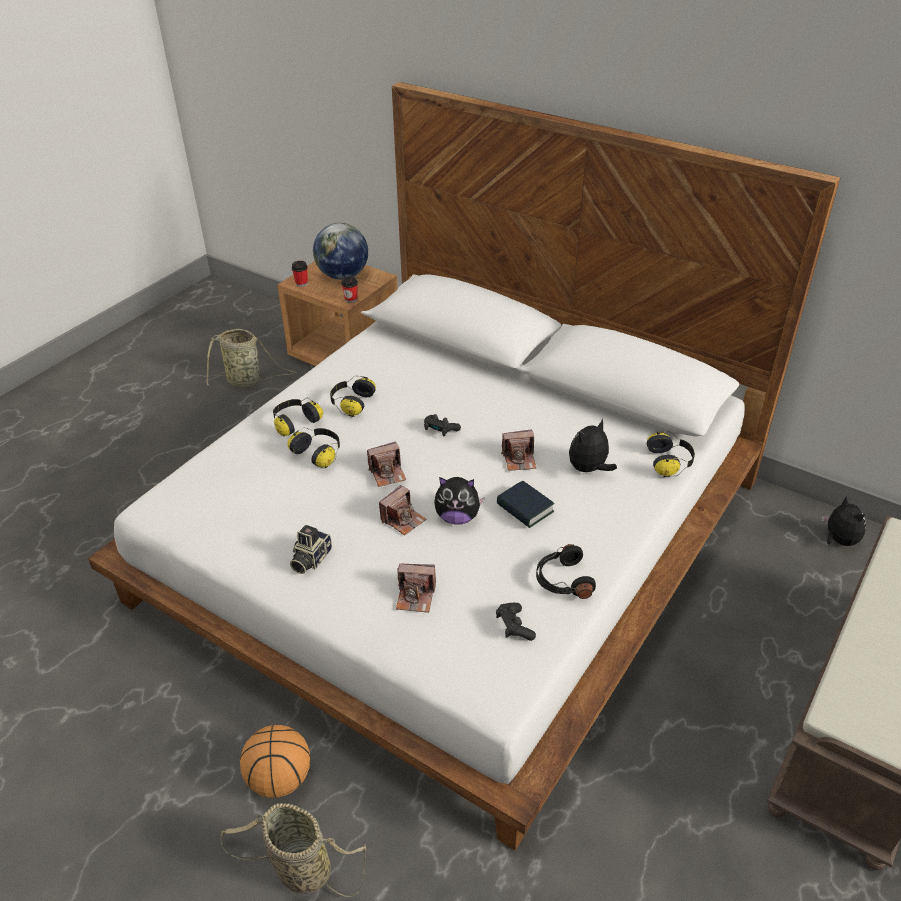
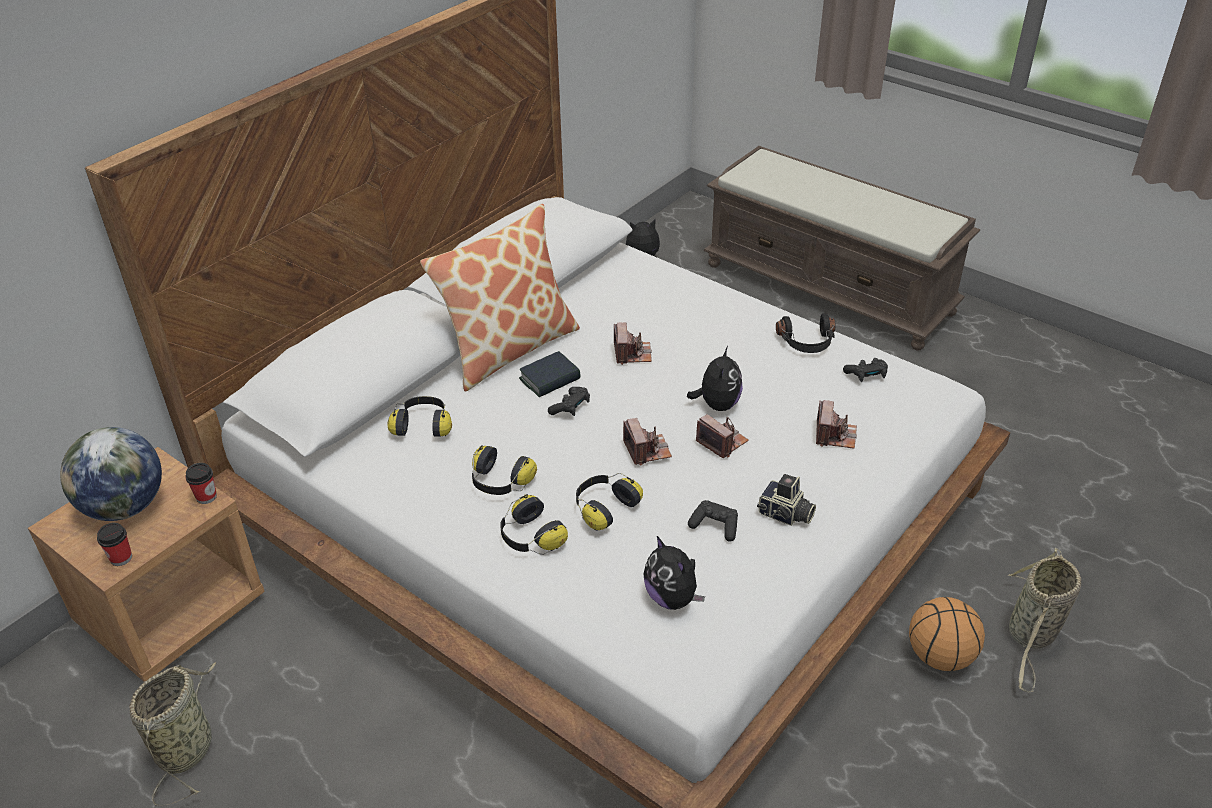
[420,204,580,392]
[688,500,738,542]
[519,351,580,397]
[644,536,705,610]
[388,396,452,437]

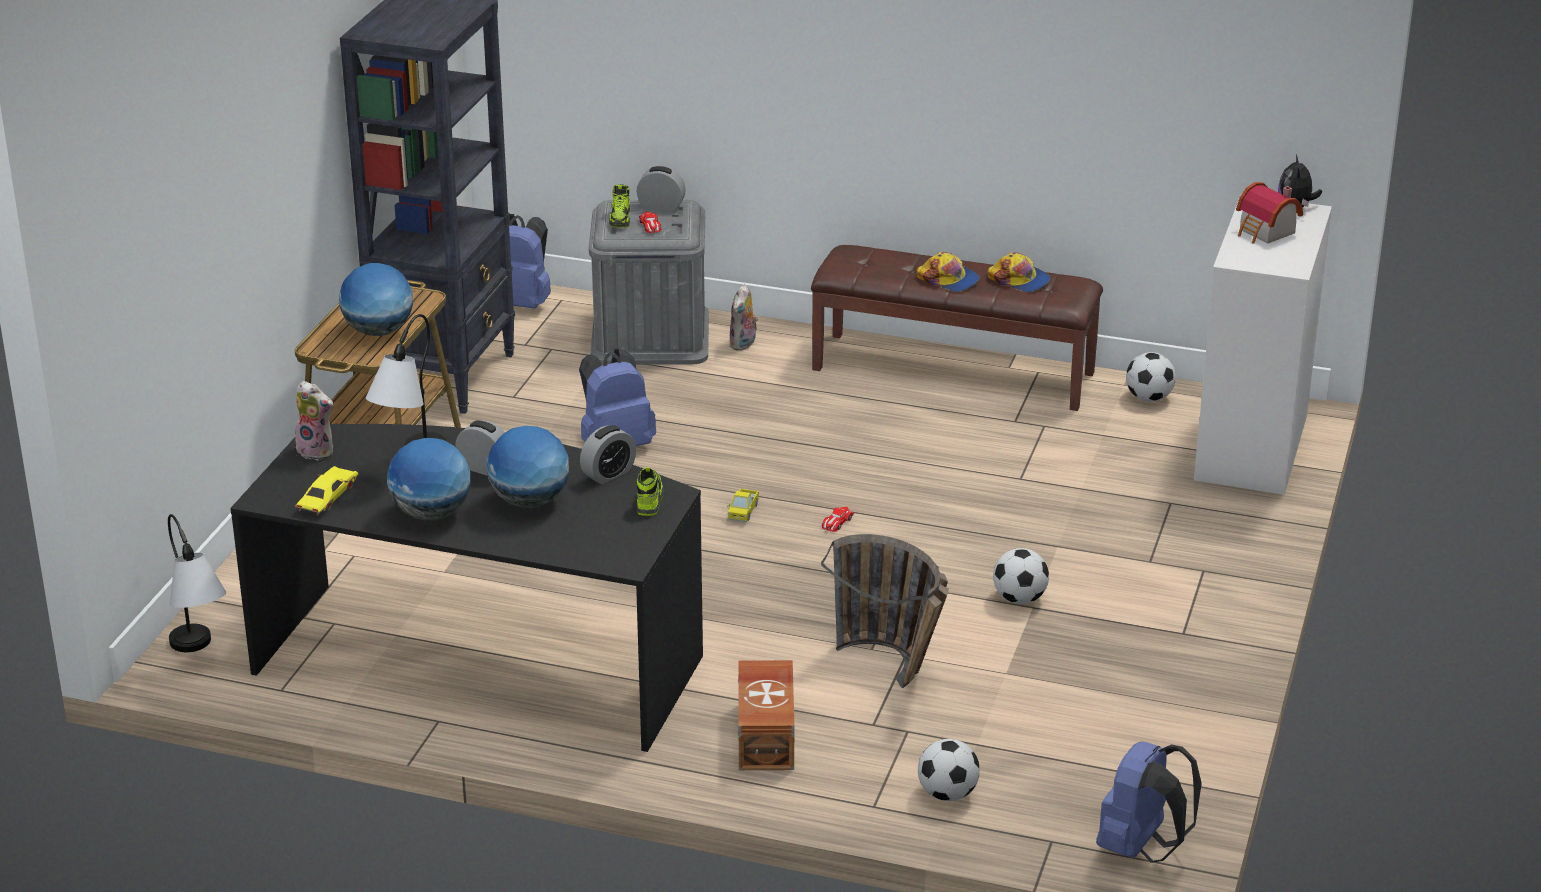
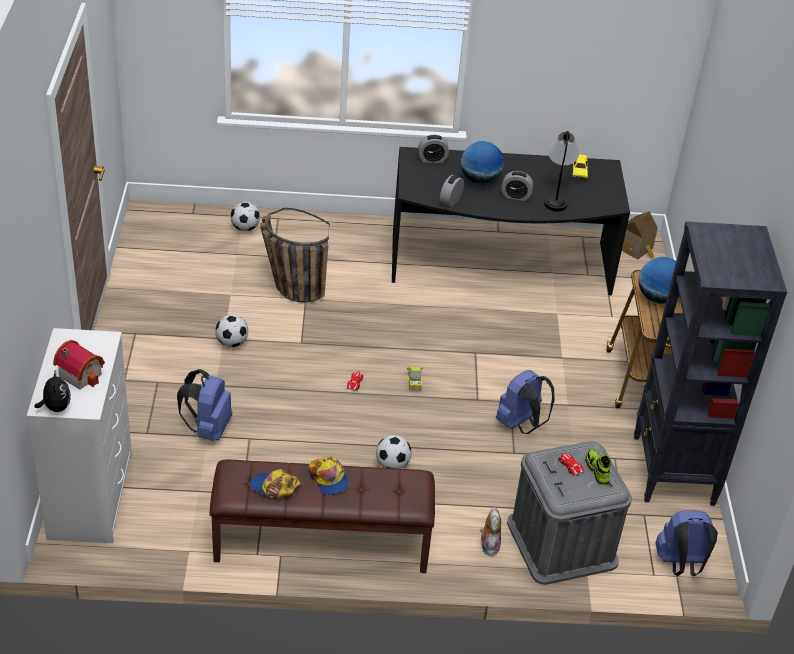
[295,381,334,461] (first image)
[387,438,471,520] (first image)
[637,467,664,516] (first image)
[738,660,795,770] (first image)
[418,135,449,163]
[177,369,232,441]
[376,435,412,469]
[622,211,658,259]
[308,456,349,495]

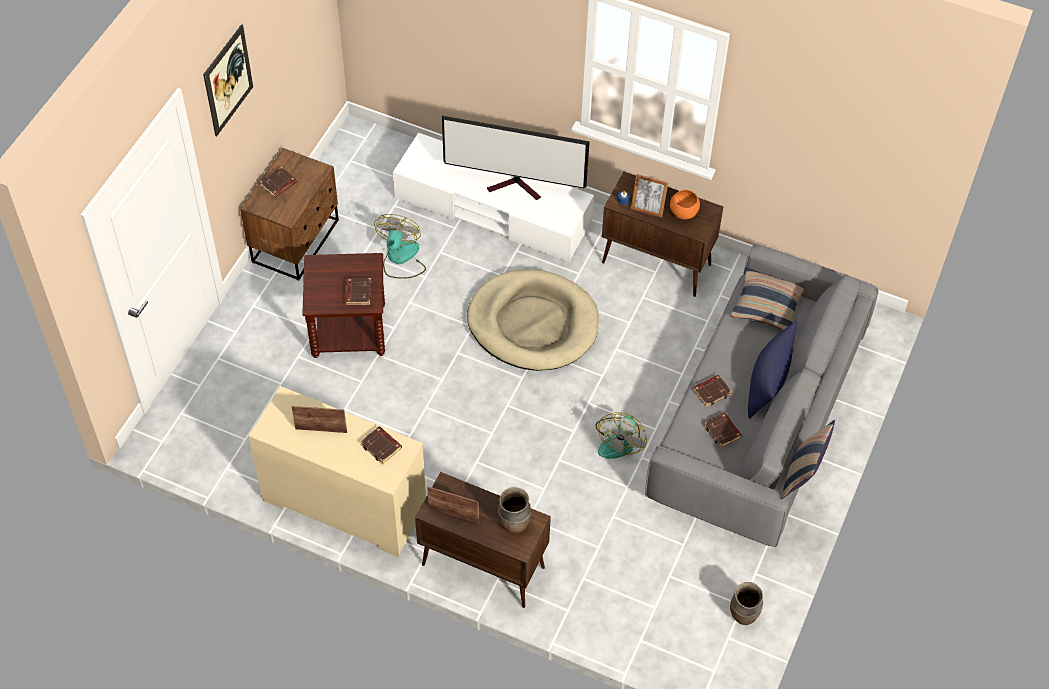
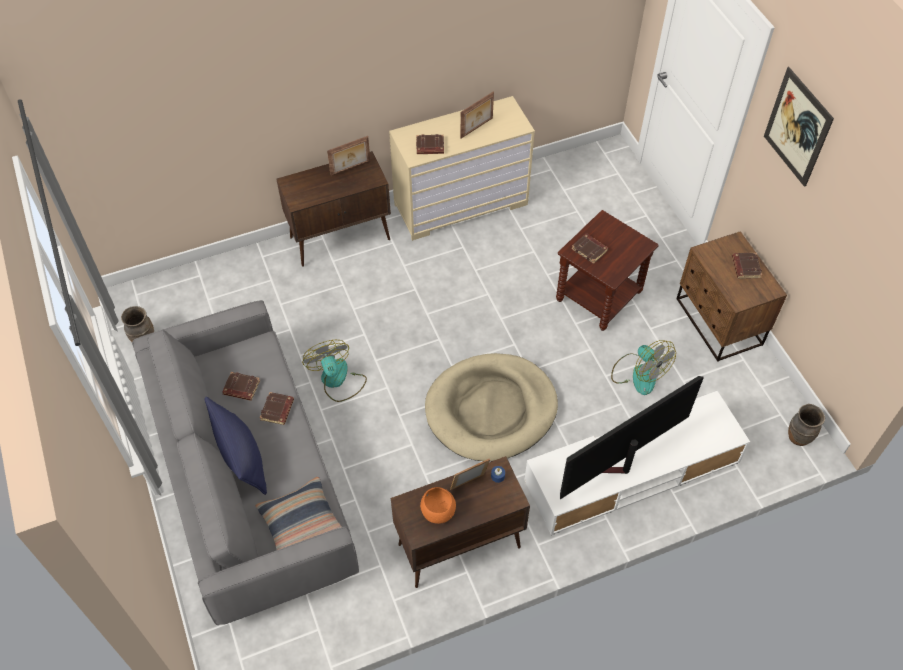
[781,420,835,499] (first image)
[788,404,825,446]

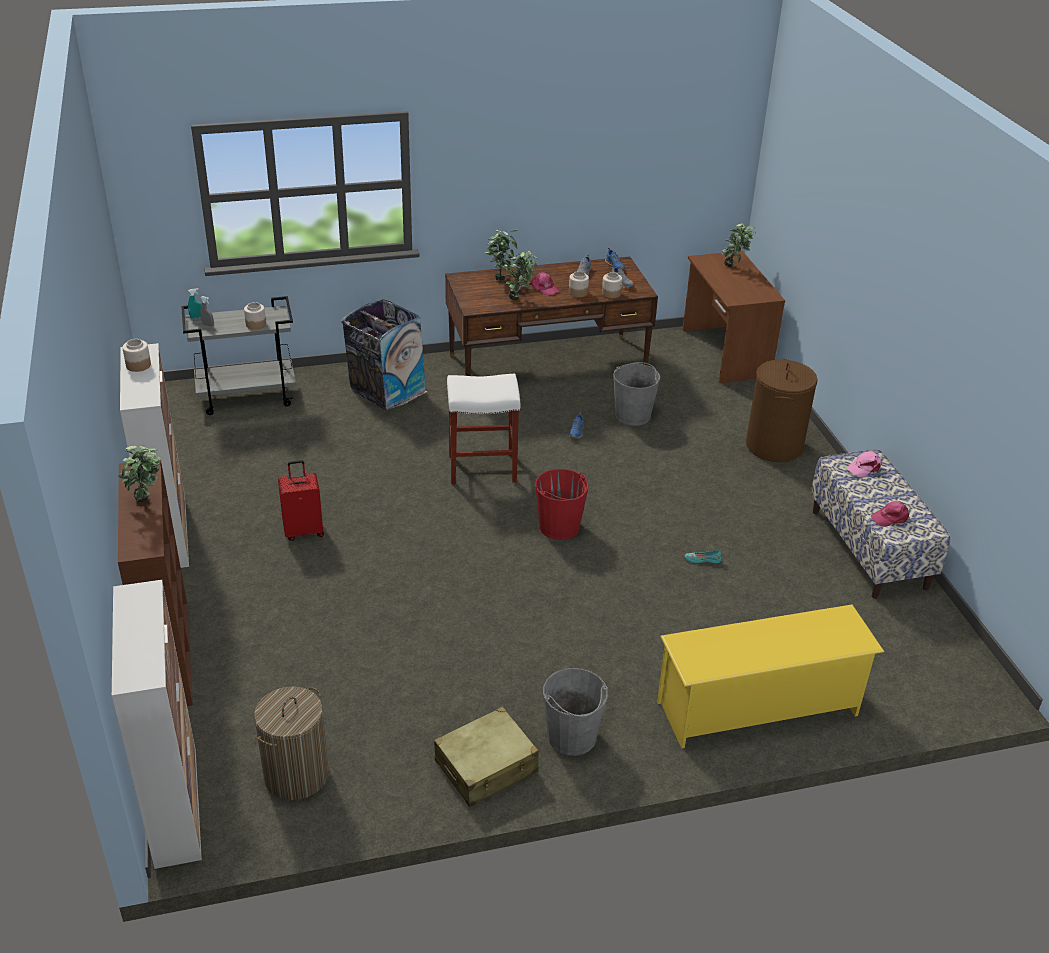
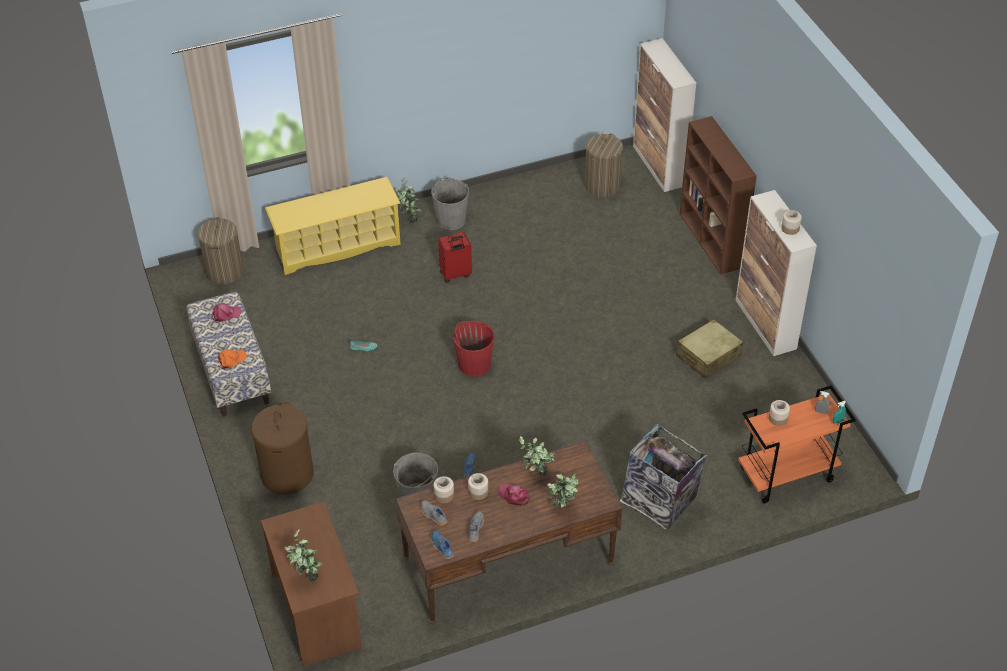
[447,374,520,484] (first image)
[198,217,244,284]
[395,179,422,223]
[438,232,472,283]
[676,319,743,379]
[738,385,856,503]
[218,349,247,370]

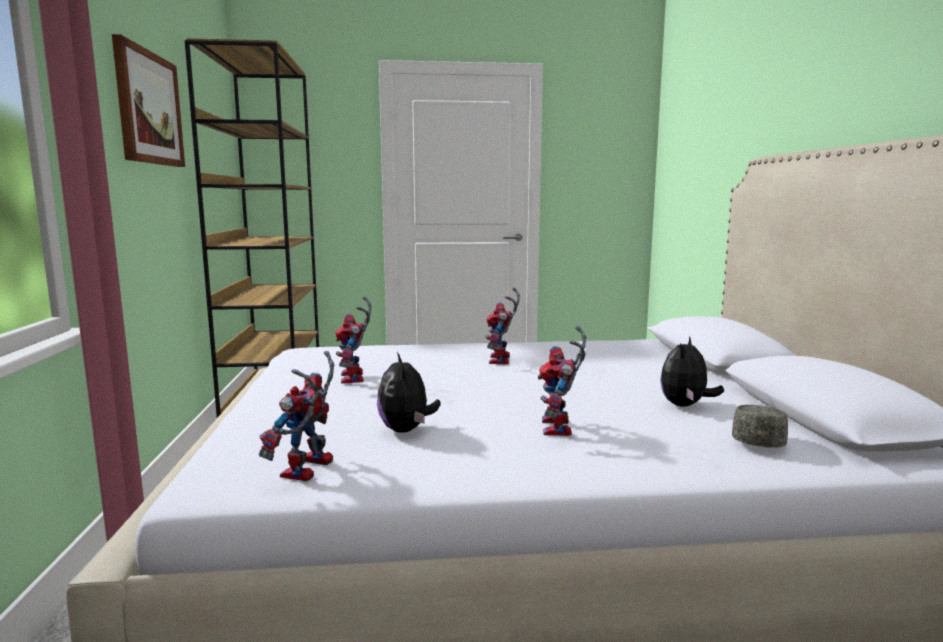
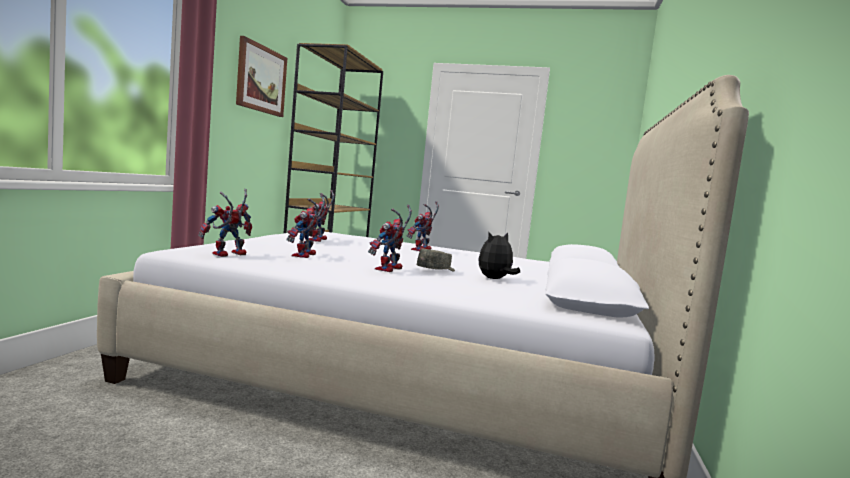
[417,248,455,271]
[286,195,325,258]

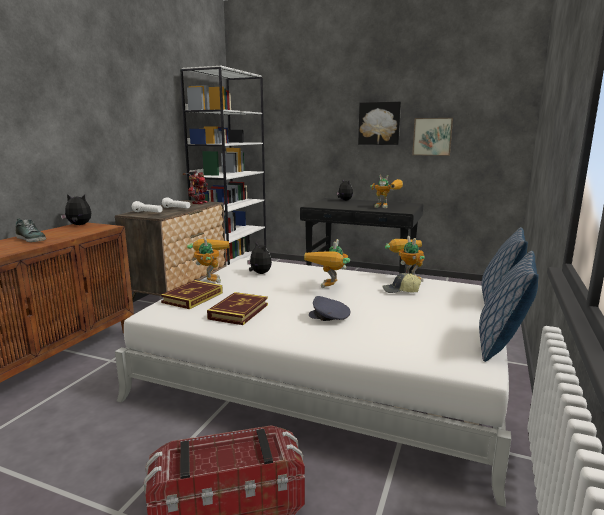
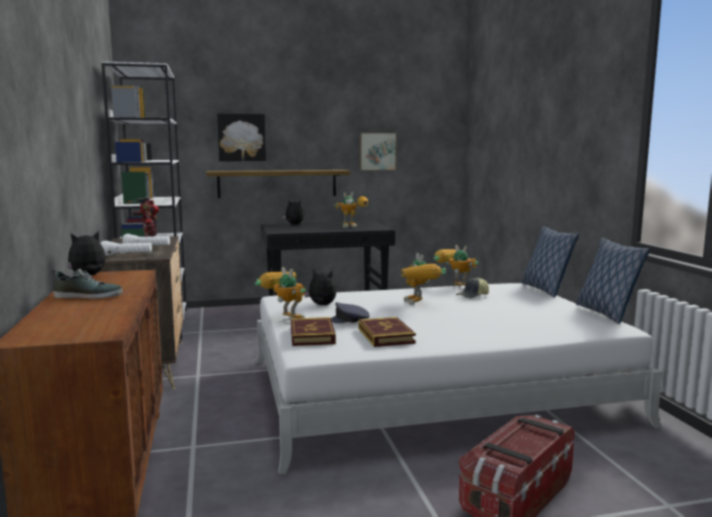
[206,170,350,198]
[331,302,370,323]
[217,113,266,161]

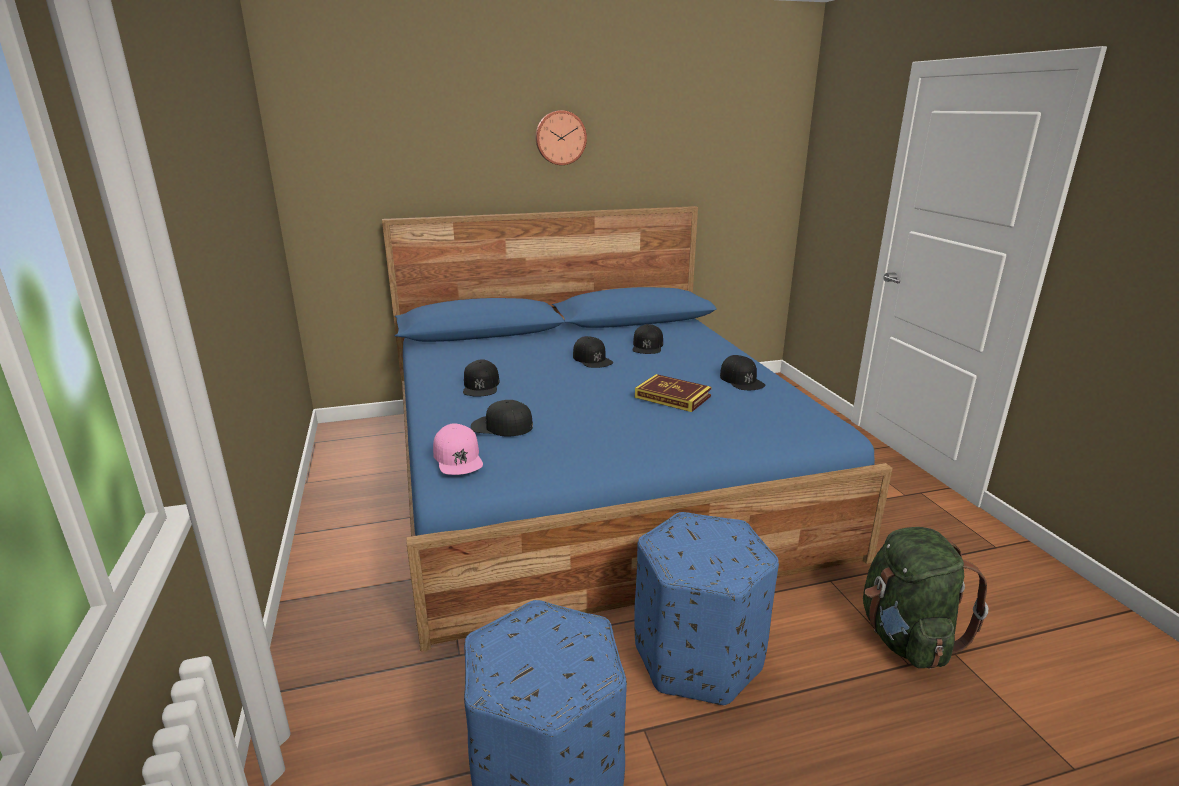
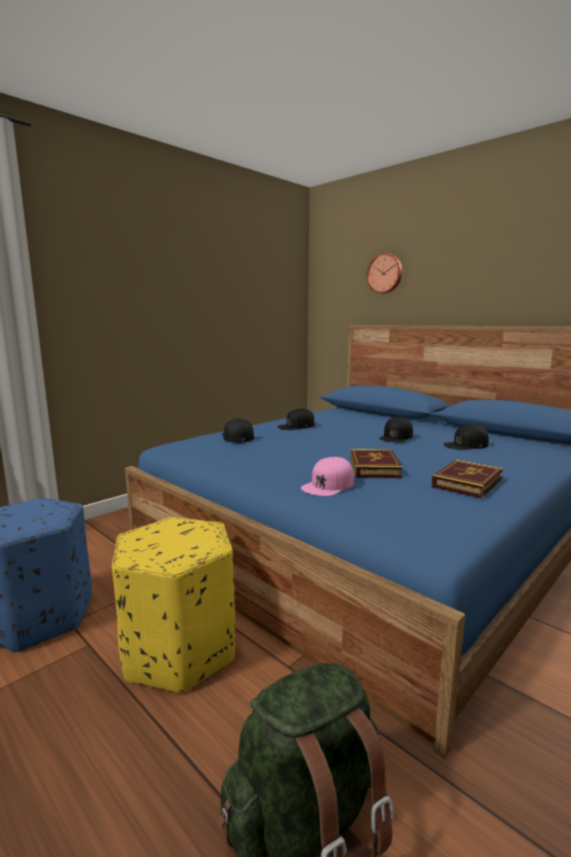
[301,457,354,496]
[367,253,402,294]
[431,460,503,498]
[112,517,235,694]

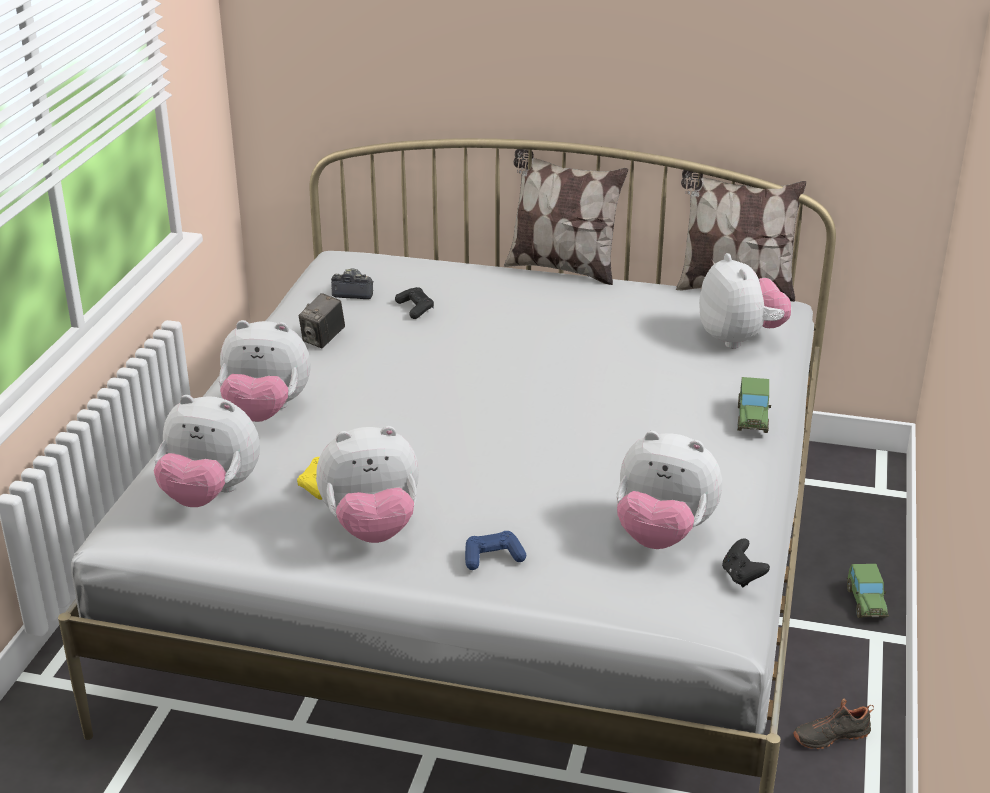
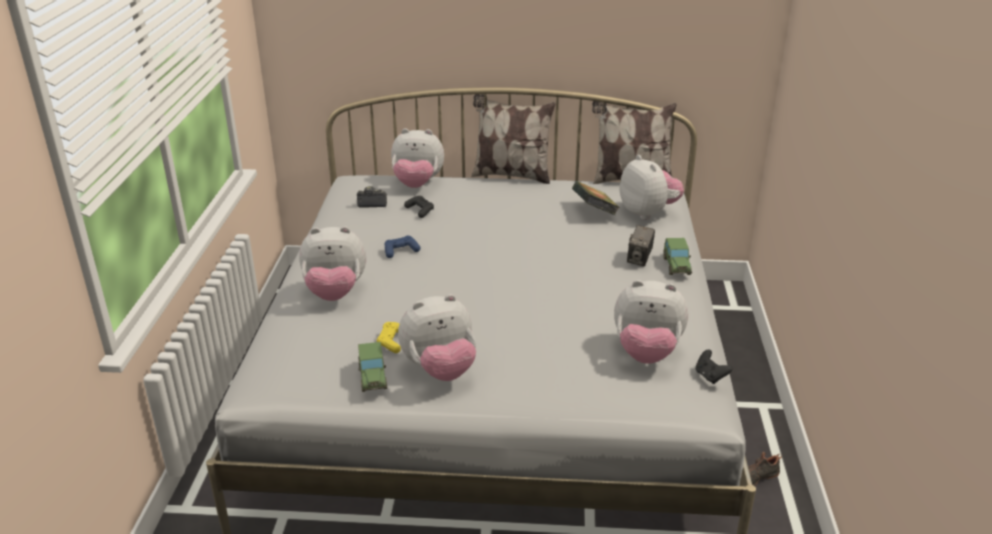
[572,181,620,215]
[391,128,444,188]
[627,225,655,266]
[385,236,420,258]
[358,342,387,392]

